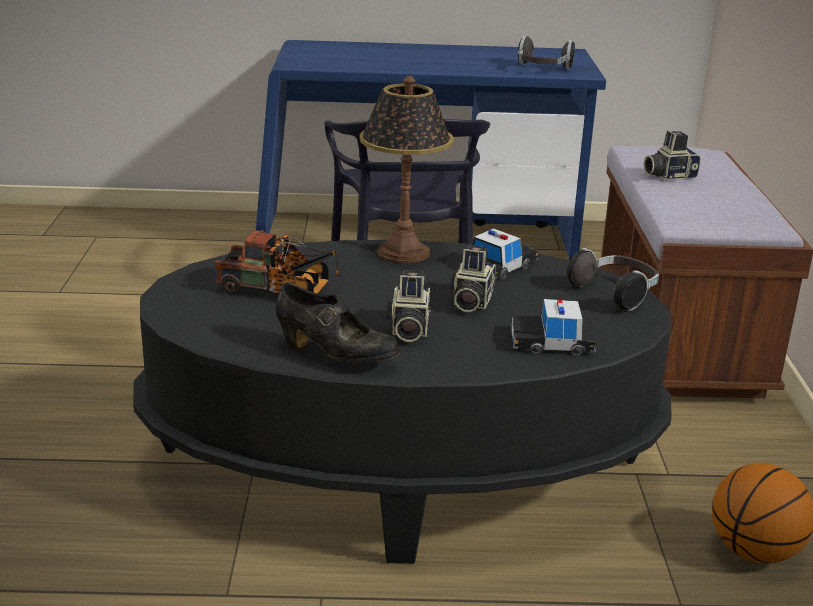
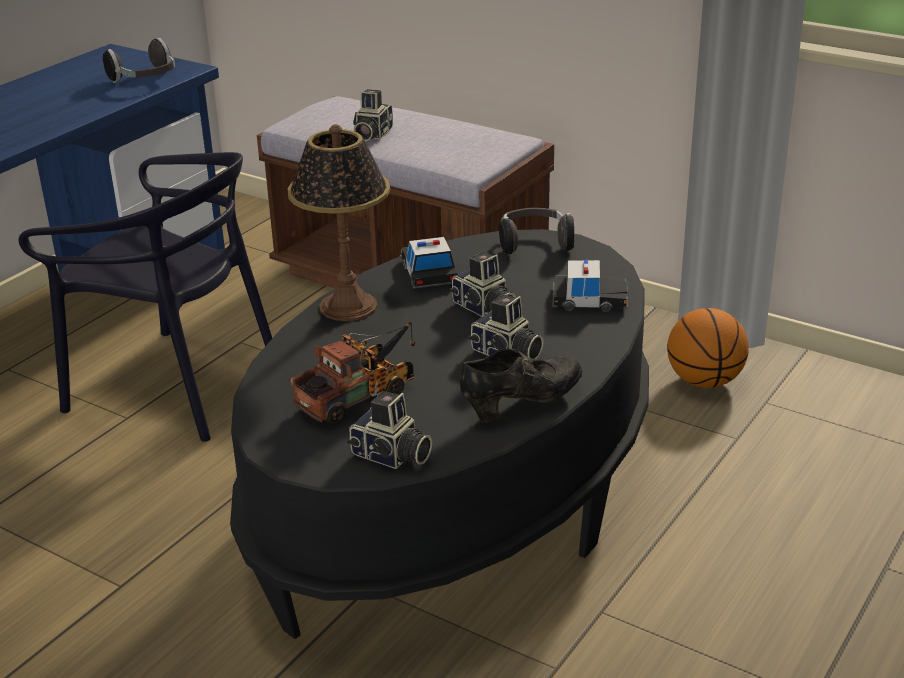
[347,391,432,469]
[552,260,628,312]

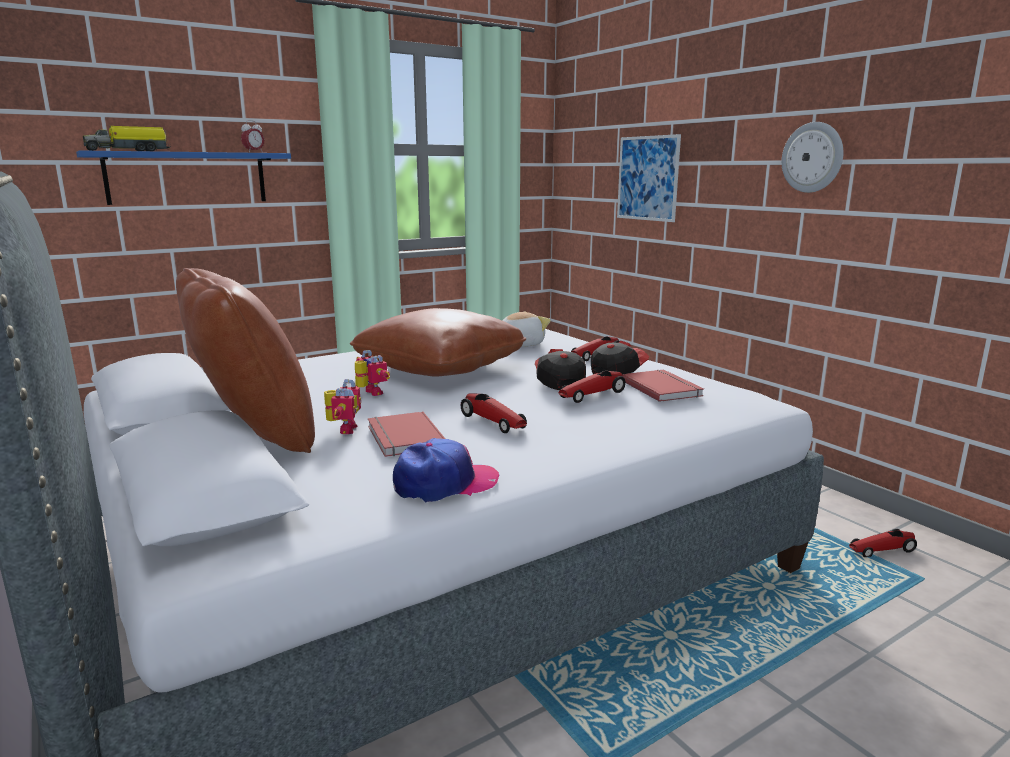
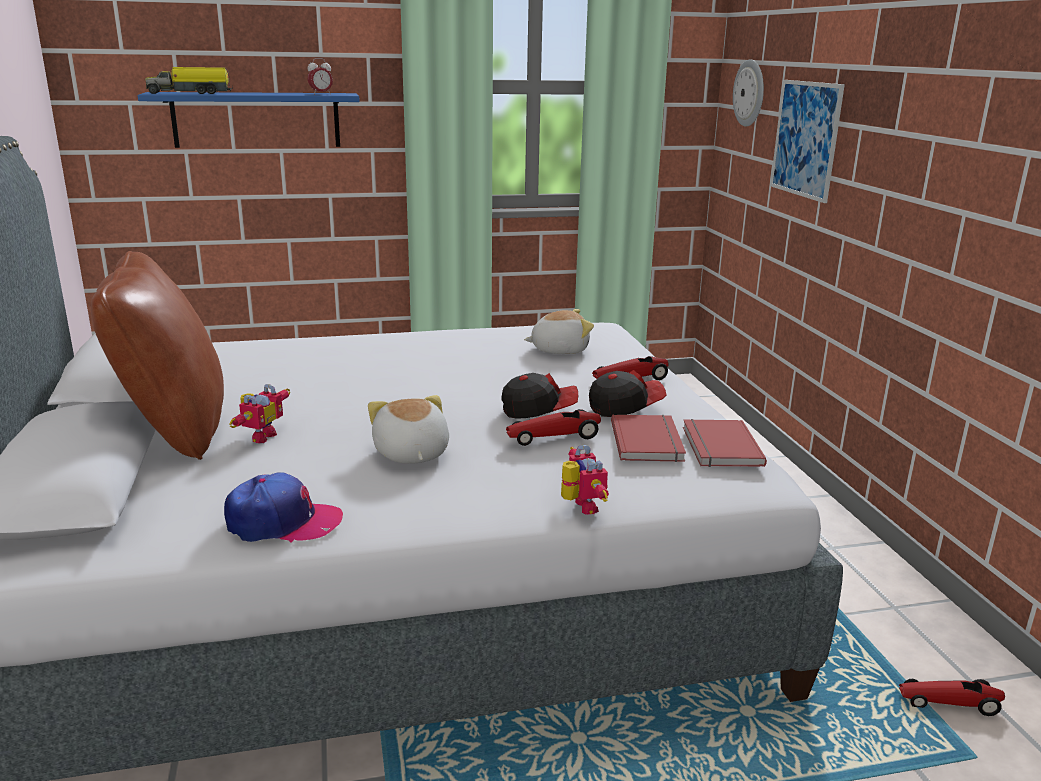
[350,308,526,377] (first image)
[561,445,609,515]
[683,419,767,467]
[733,59,764,127]
[368,395,449,464]
[501,373,578,419]

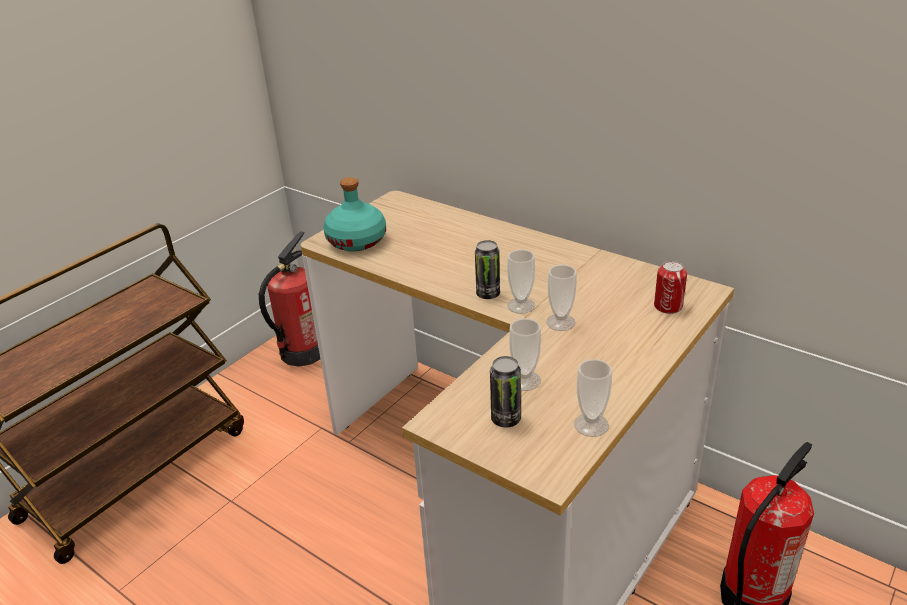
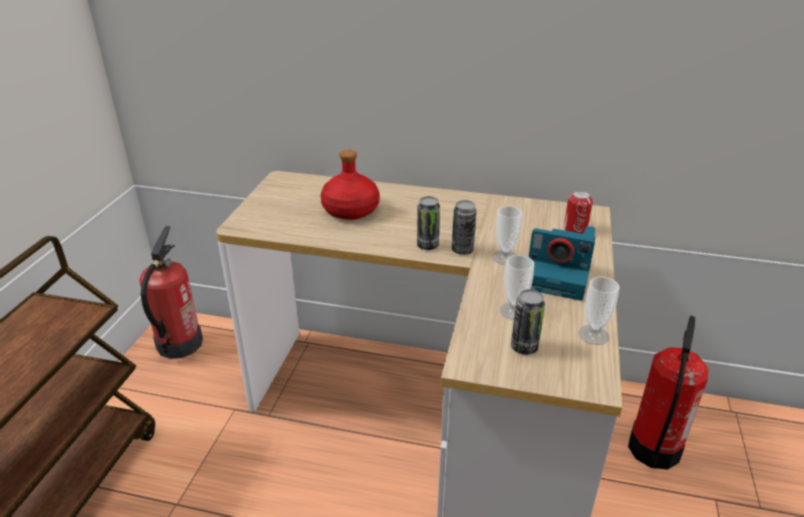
[323,177,386,251] (first image)
[320,150,380,220]
[529,226,596,301]
[452,200,477,255]

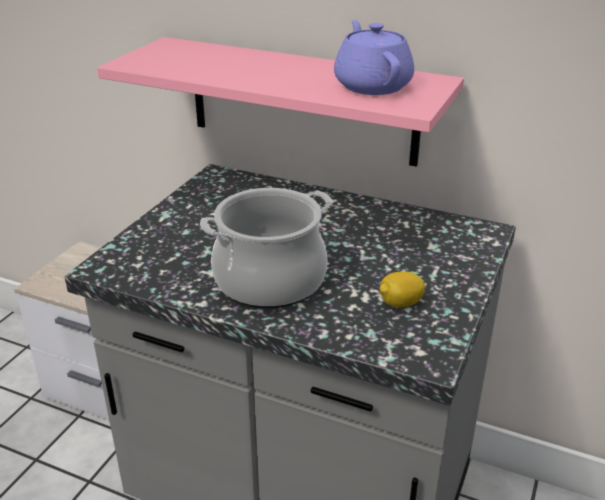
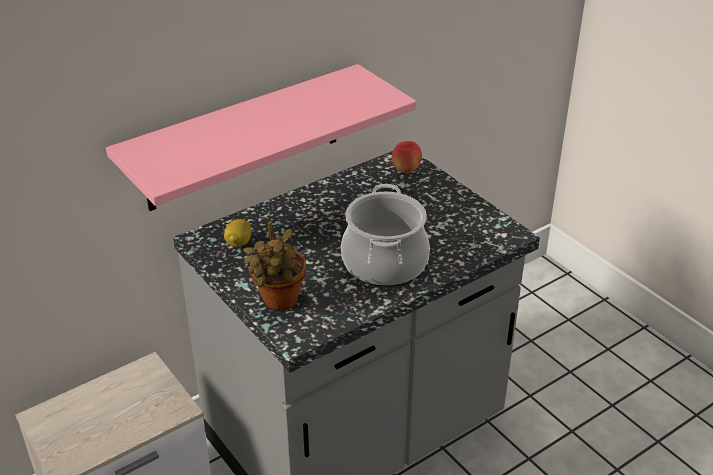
[334,20,414,95] (first image)
[243,222,306,310]
[392,141,422,173]
[224,219,252,247]

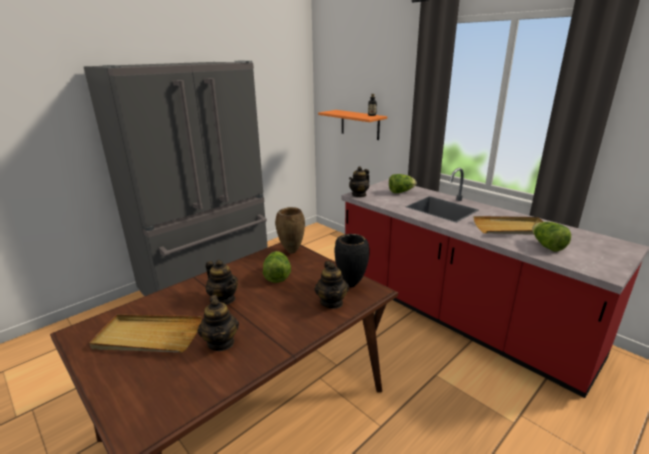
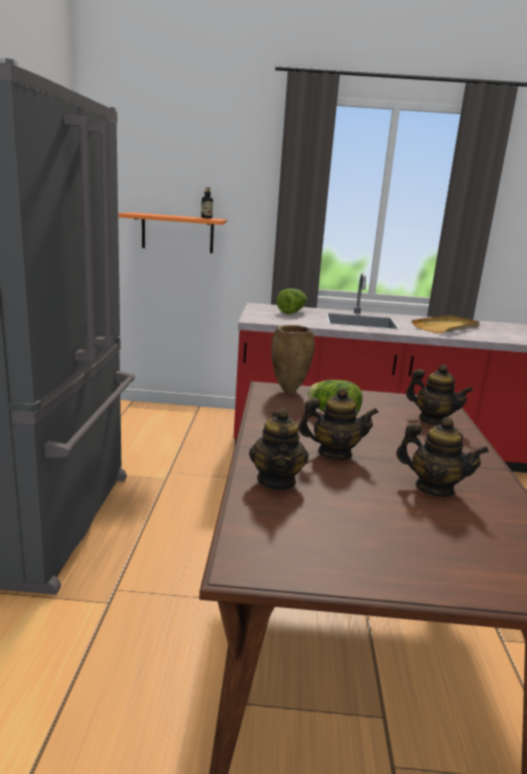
[89,314,202,352] (first image)
[335,234,370,287] (first image)
[532,222,571,252] (first image)
[249,408,309,490]

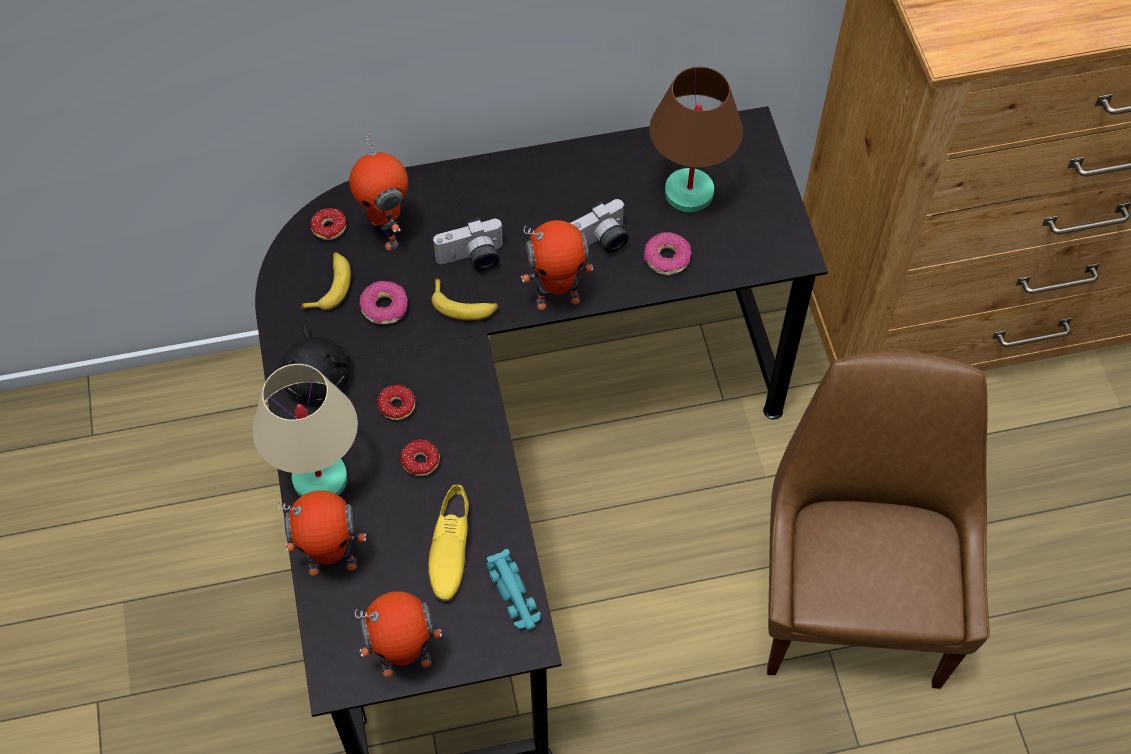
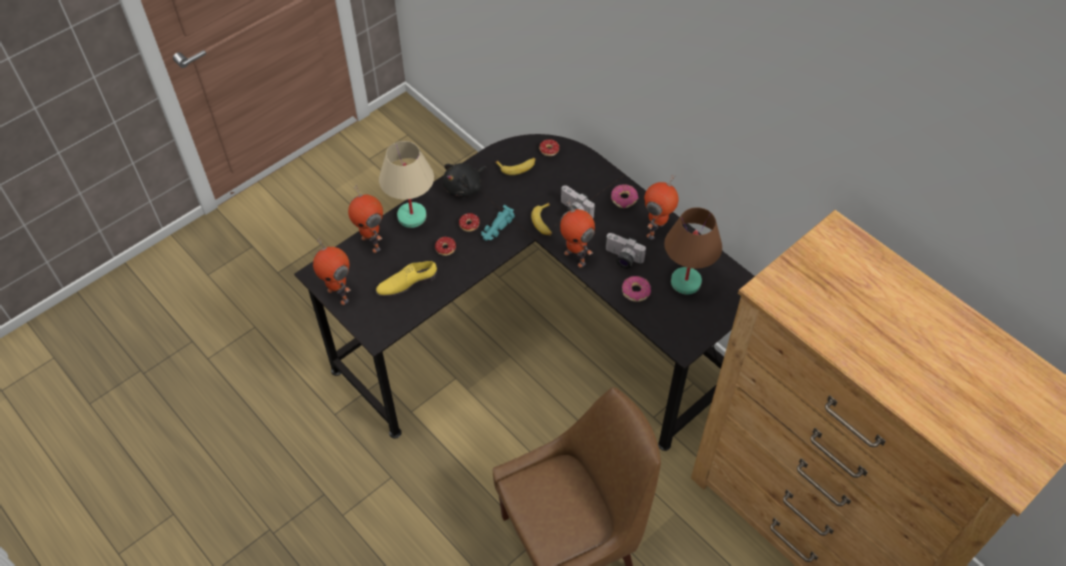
[644,175,678,240]
[611,184,638,208]
[481,205,515,241]

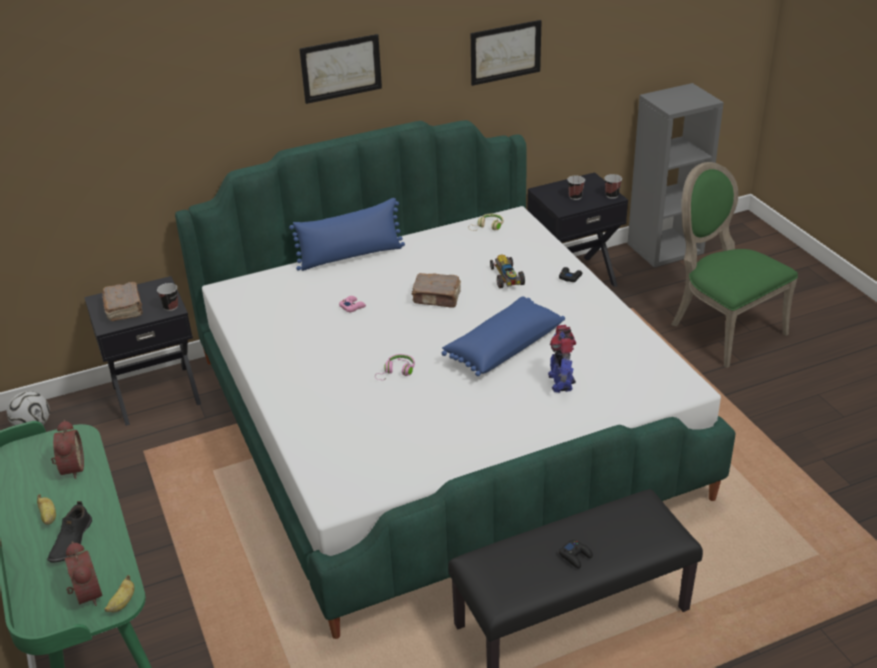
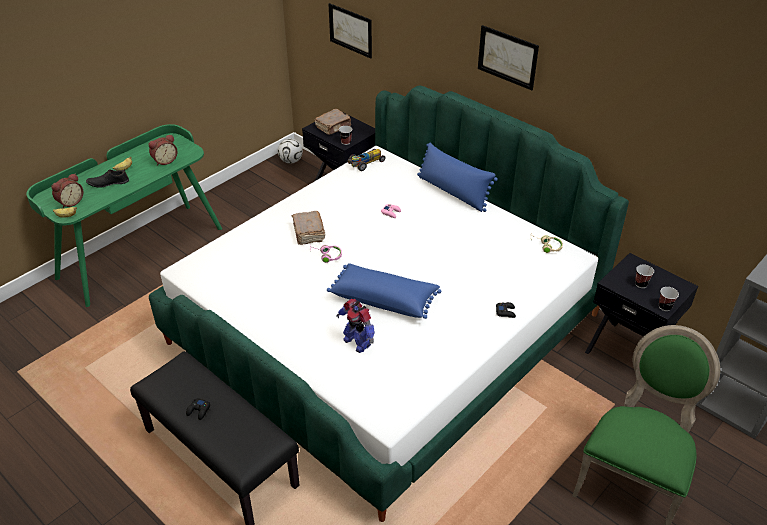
[291,211,326,245]
[329,3,372,59]
[348,149,386,171]
[336,299,375,353]

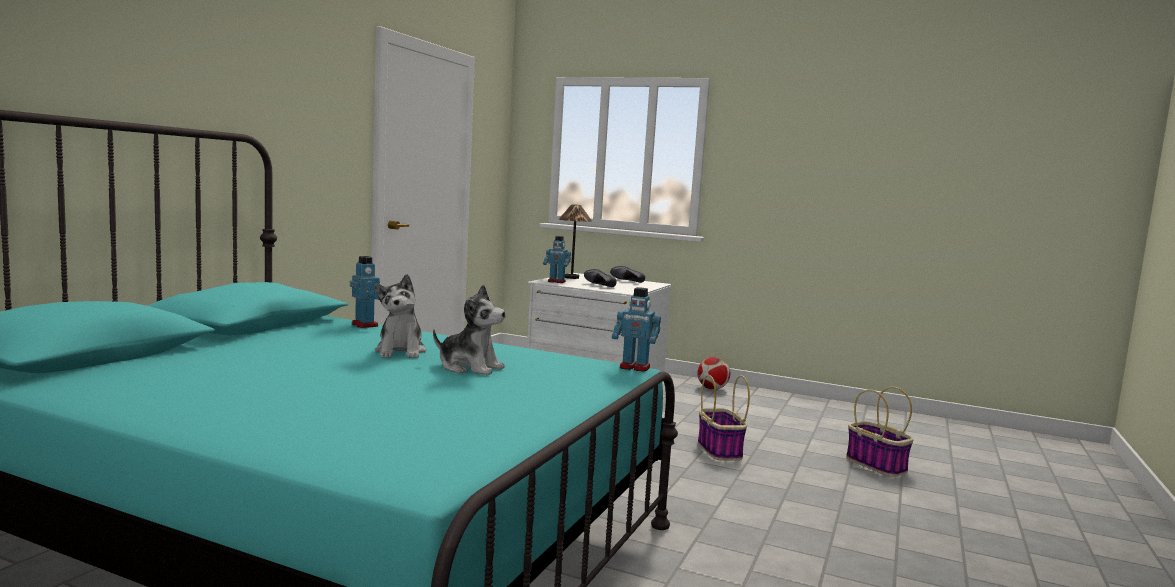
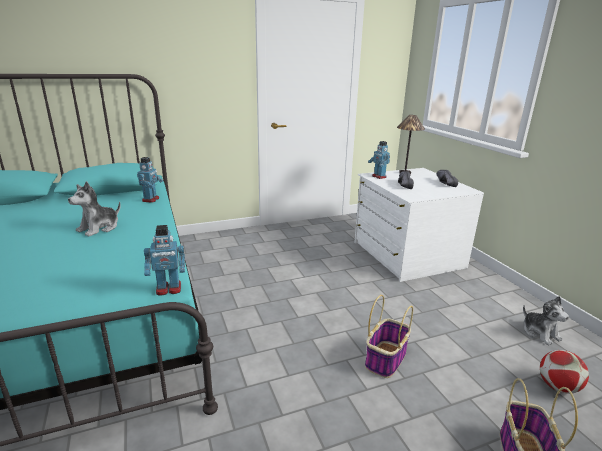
[523,296,569,345]
[540,350,589,394]
[144,225,185,296]

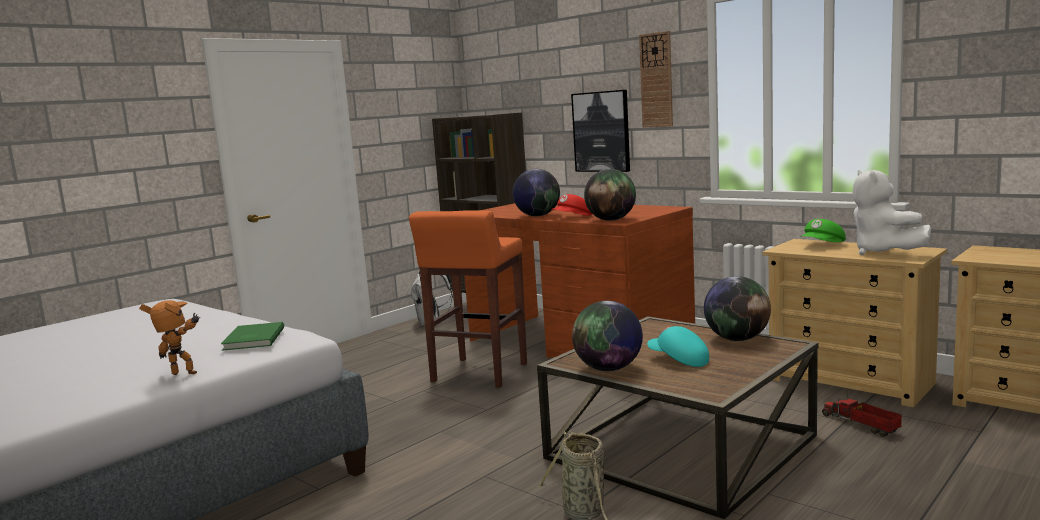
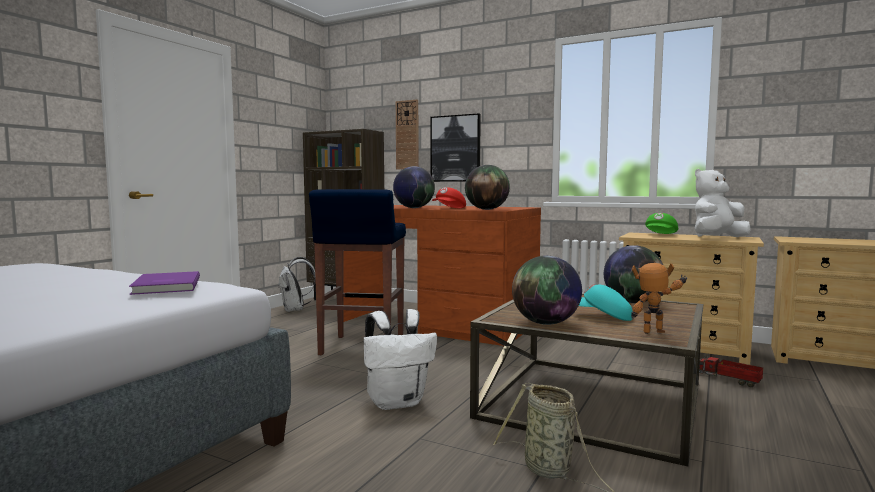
[364,309,437,410]
[631,263,688,334]
[396,99,419,169]
[129,271,200,295]
[309,189,406,355]
[694,169,751,237]

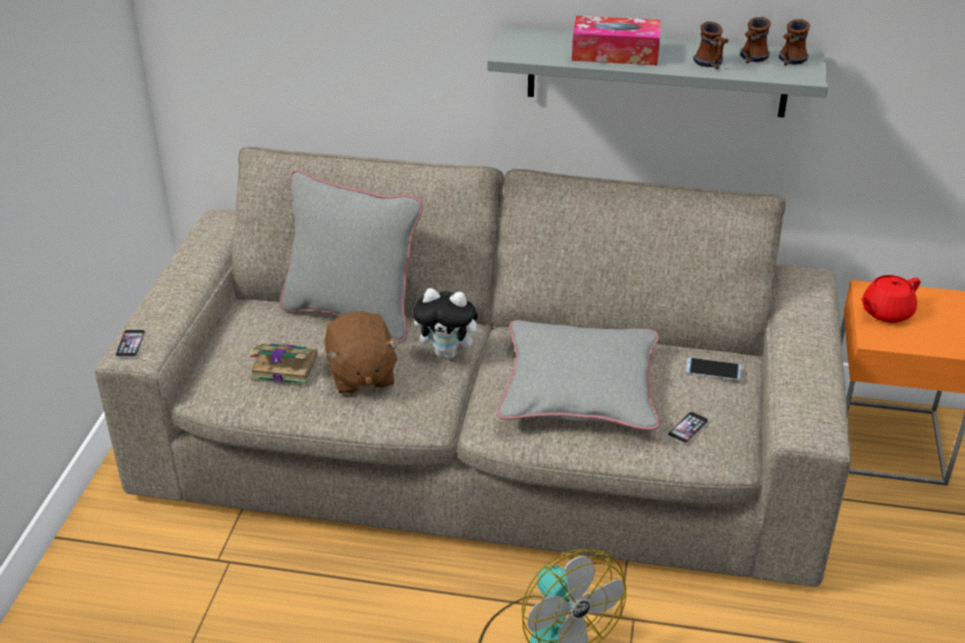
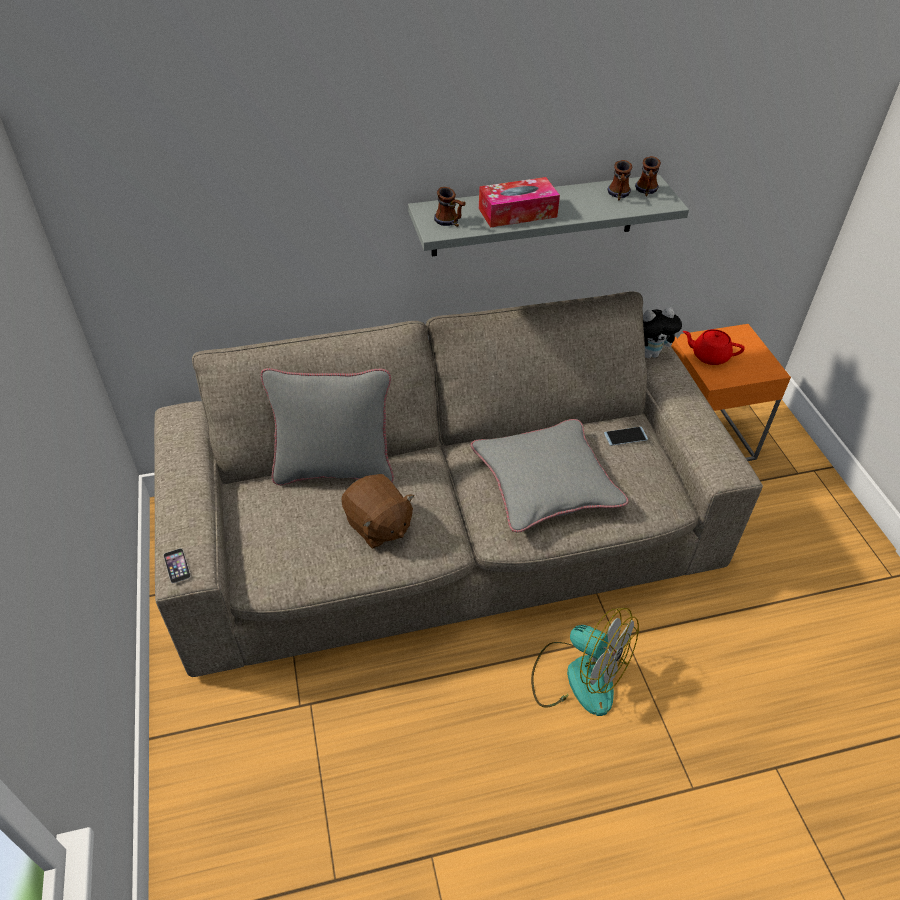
[249,342,317,385] (first image)
[668,411,709,443] (first image)
[643,307,682,358]
[434,187,466,227]
[683,329,745,365]

